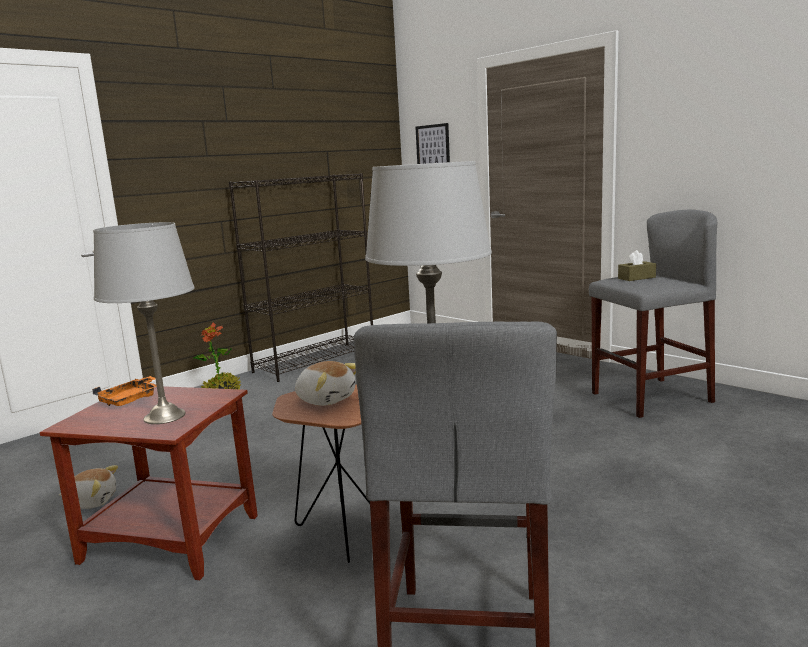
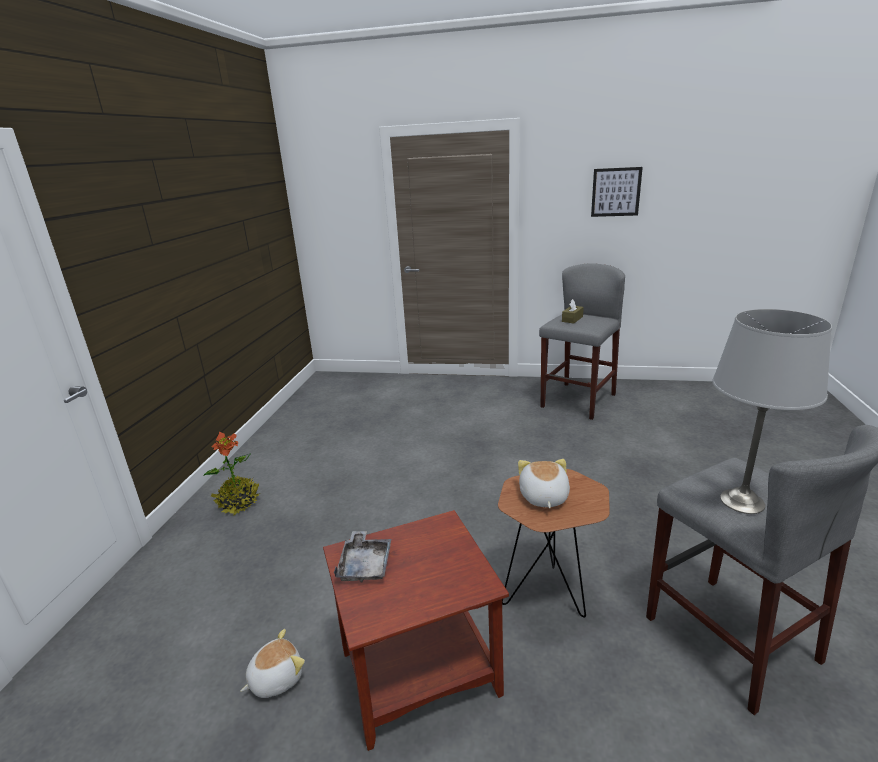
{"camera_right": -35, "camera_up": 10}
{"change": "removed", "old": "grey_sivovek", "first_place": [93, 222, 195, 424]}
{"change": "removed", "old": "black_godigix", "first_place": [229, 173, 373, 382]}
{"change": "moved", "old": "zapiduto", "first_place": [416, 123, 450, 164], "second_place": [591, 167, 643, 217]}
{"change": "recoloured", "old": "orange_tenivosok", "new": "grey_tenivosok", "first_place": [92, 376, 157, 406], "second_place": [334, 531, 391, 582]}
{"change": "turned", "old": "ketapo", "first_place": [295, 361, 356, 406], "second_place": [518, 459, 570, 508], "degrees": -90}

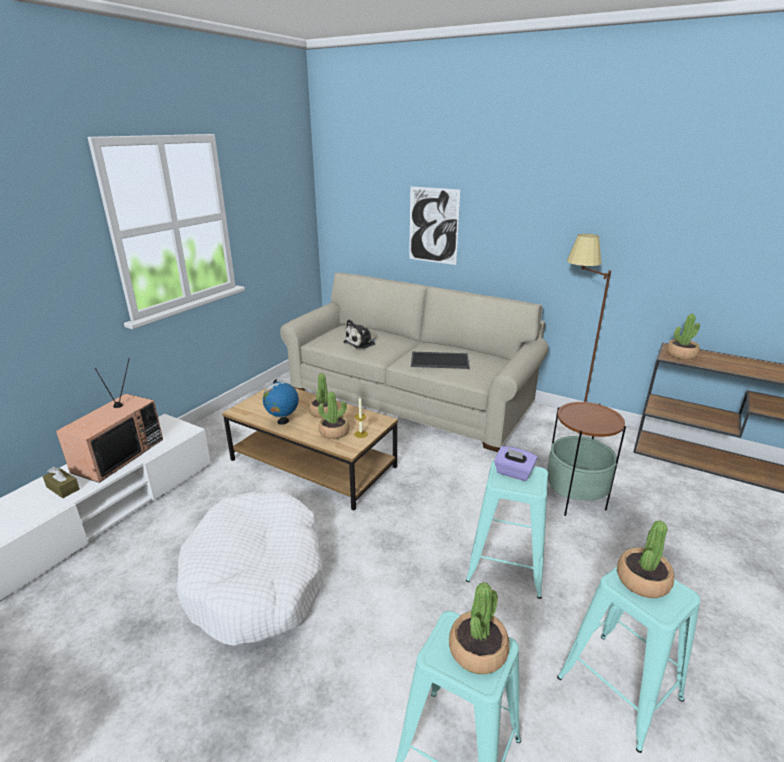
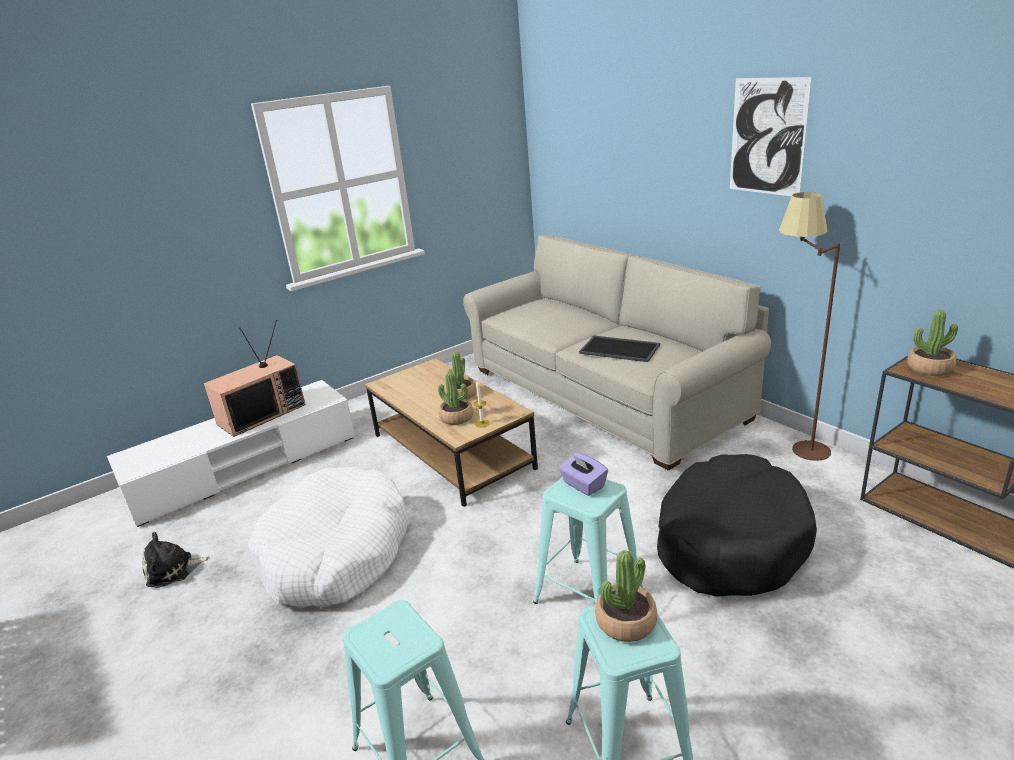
{"camera_right": 25, "camera_up": 0}
{"change": "removed", "old": "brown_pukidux", "first_place": [43, 467, 80, 498]}
{"change": "removed", "old": "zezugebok", "first_place": [263, 379, 299, 425]}
{"change": "removed", "old": "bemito", "first_place": [449, 582, 509, 674]}
{"change": "moved", "old": "ketapo", "first_place": [344, 319, 376, 349], "second_place": [142, 532, 210, 588]}
{"change": "moved", "old": "zapiduto", "first_place": [409, 186, 460, 265], "second_place": [730, 77, 812, 196]}
{"change": "replaced", "old": "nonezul", "new": "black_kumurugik", "first_place": [547, 402, 626, 516], "second_place": [657, 454, 817, 597]}

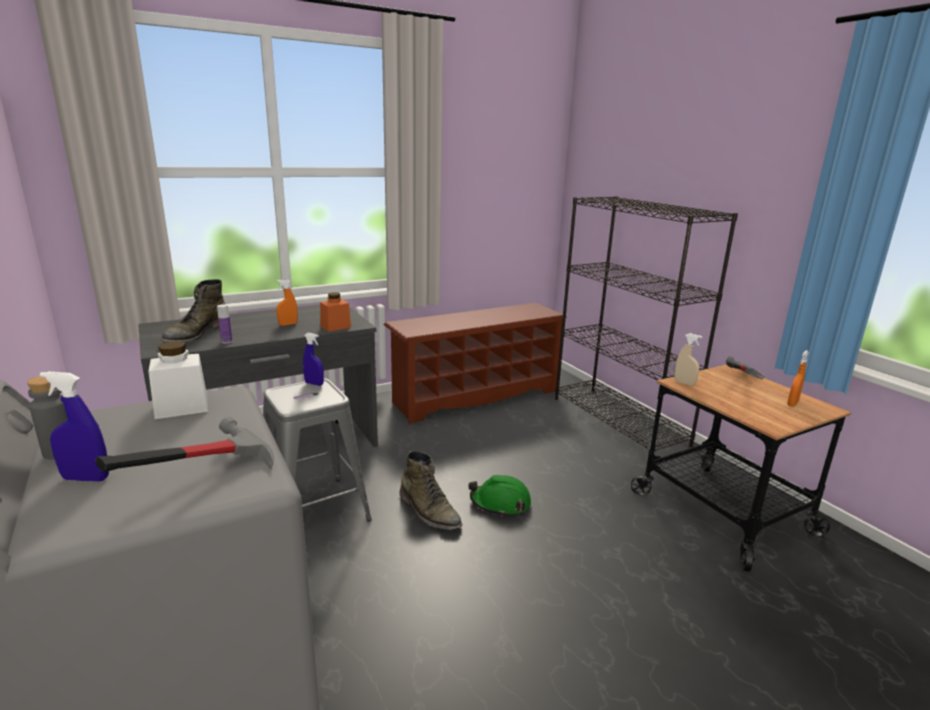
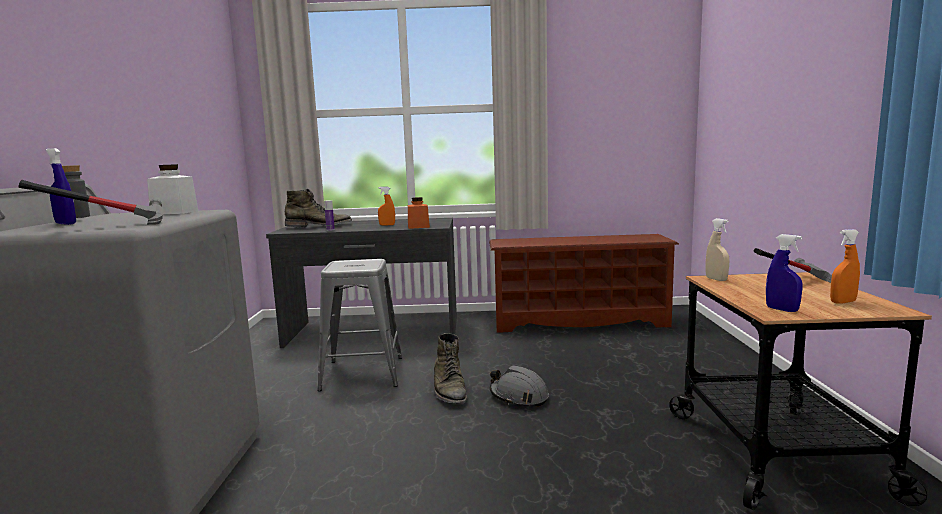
{"camera_right": 30, "camera_up": -10}
{"change": "removed", "old": "black_godigix", "first_place": [555, 196, 738, 452]}
{"change": "moved", "old": "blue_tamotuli", "first_place": [303, 333, 324, 386], "second_place": [766, 234, 803, 312]}
{"change": "recoloured", "old": "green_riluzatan", "new": "grey_riluzatan", "first_place": [469, 475, 531, 516], "second_place": [490, 366, 549, 407]}
{"change": "turned", "old": "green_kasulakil", "first_place": [161, 279, 225, 343], "second_place": [285, 189, 352, 227], "degrees": -150}

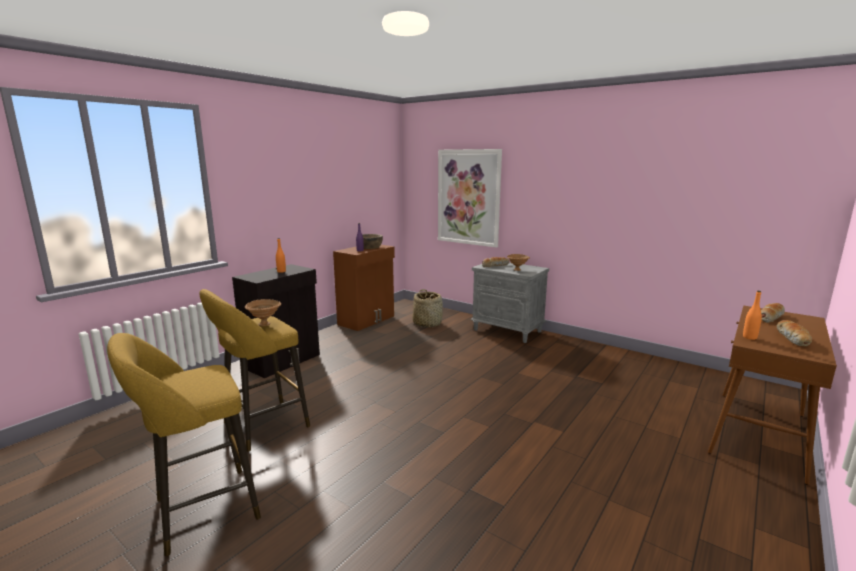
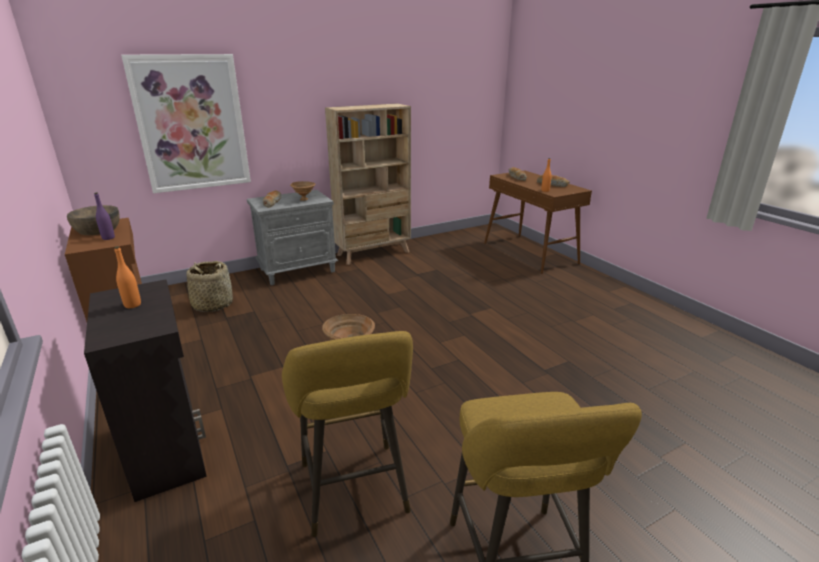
{"camera_right": -65, "camera_up": 10}
{"change": "added", "new": "beige_godigix", "second_place": [325, 103, 411, 265]}

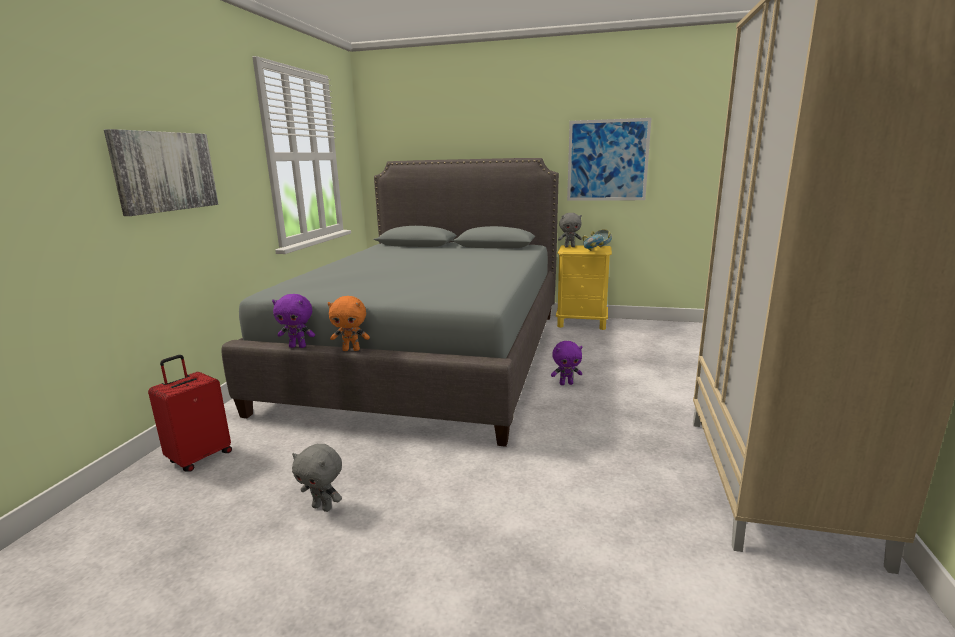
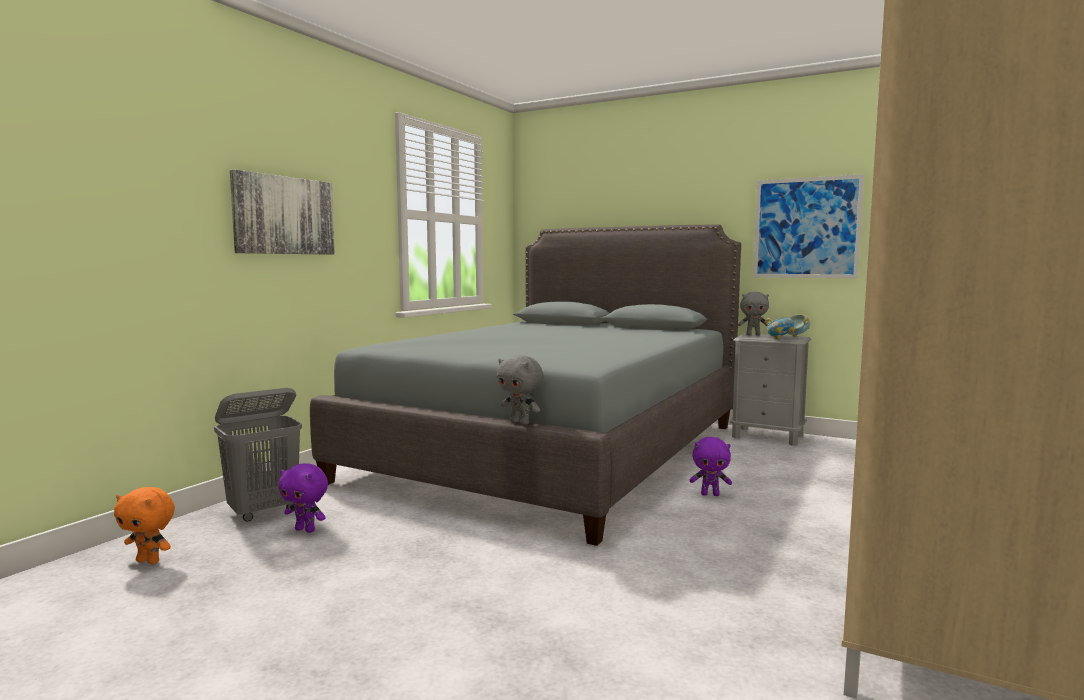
{"camera_right": 15, "camera_up": -10}
{"change": "moved", "old": "purple_ketapo", "first_place": [272, 294, 315, 348], "second_place": [278, 463, 328, 533]}
{"change": "moved", "old": "grey_ketapo", "first_place": [292, 444, 342, 512], "second_place": [497, 355, 544, 425]}
{"change": "moved", "old": "orange_ketapo", "first_place": [328, 296, 370, 351], "second_place": [114, 487, 175, 564]}
{"change": "replaced", "old": "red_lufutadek", "new": "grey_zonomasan", "first_place": [148, 355, 232, 472], "second_place": [214, 388, 302, 522]}
{"change": "recoloured", "old": "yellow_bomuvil", "new": "grey_bomuvil", "first_place": [556, 245, 612, 330], "second_place": [730, 333, 811, 446]}

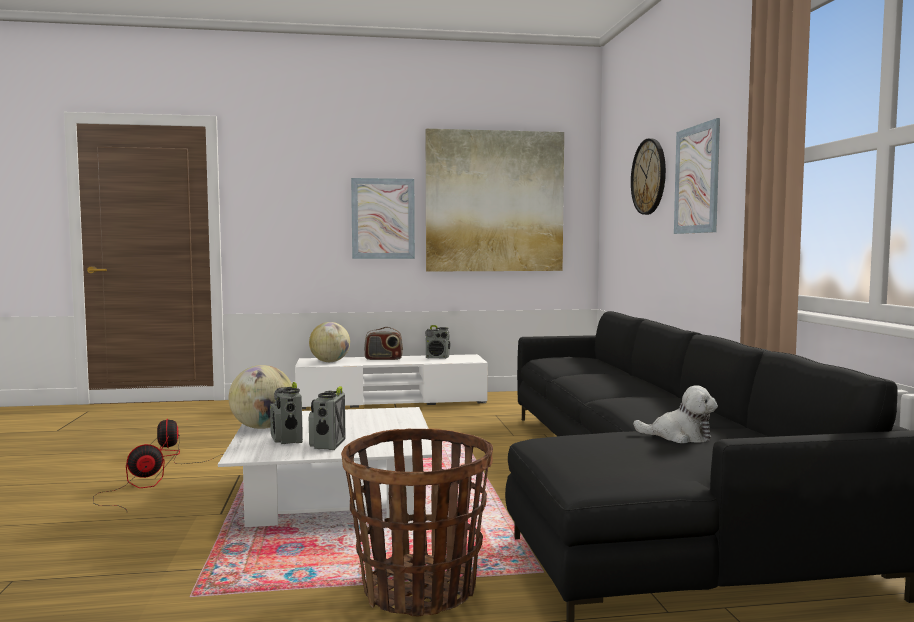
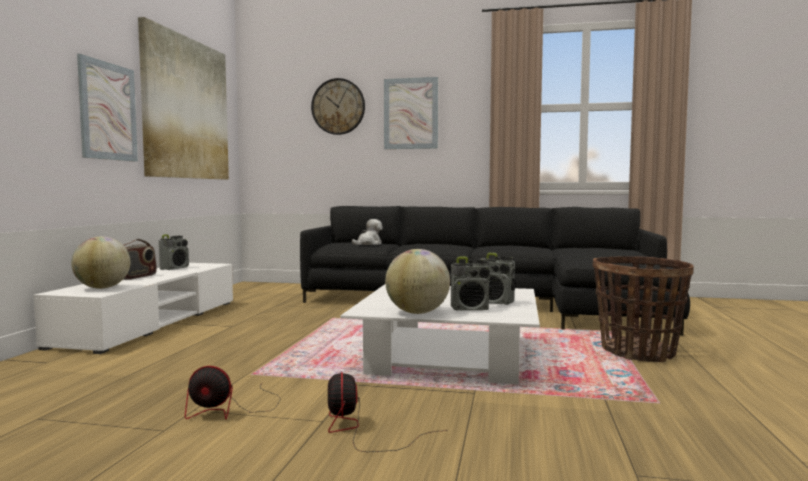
{"camera_right": -70, "camera_up": 0}
{"change": "moved", "old": "ketapo", "first_place": [633, 385, 718, 443], "second_place": [352, 219, 383, 245]}

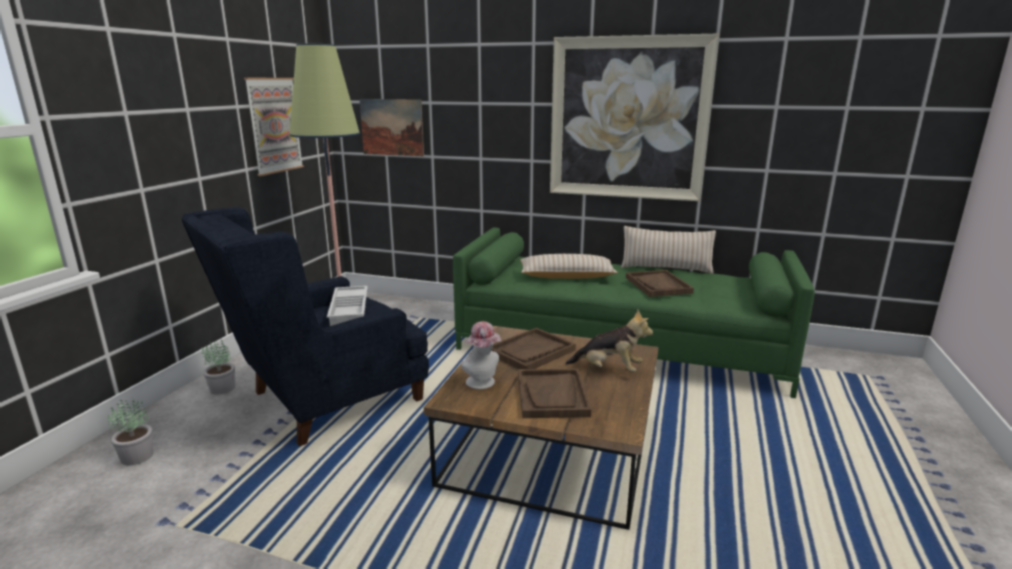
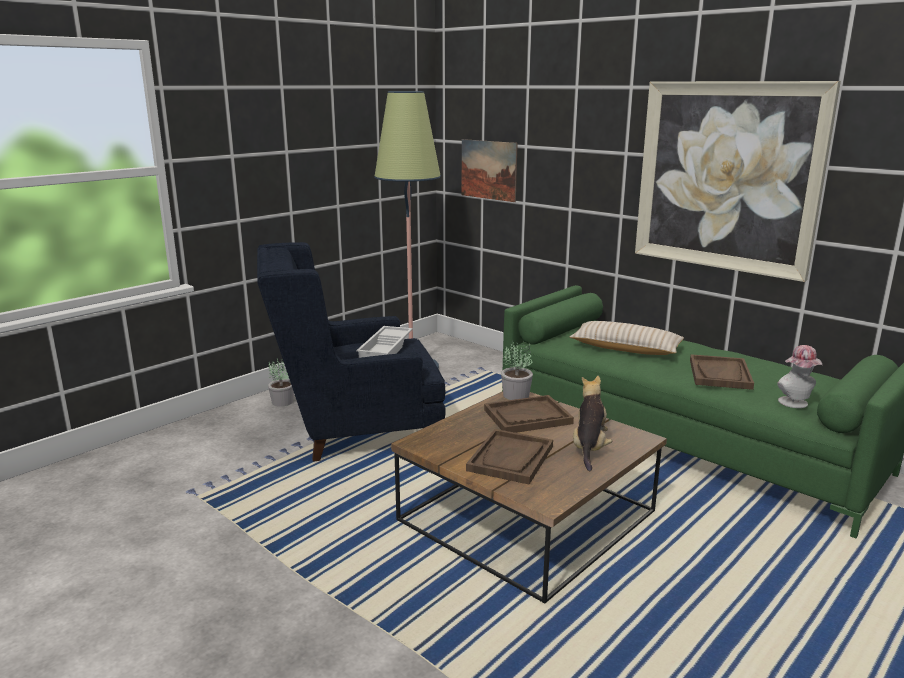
{"camera_right": 25, "camera_up": 0}
{"change": "removed", "old": "zapiduto", "first_place": [244, 78, 304, 176]}
{"change": "removed", "old": "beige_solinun", "first_place": [621, 226, 716, 274]}
{"change": "moved", "old": "bemito", "first_place": [107, 400, 154, 465], "second_place": [501, 341, 533, 400]}
{"change": "moved", "old": "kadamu", "first_place": [461, 321, 501, 389], "second_place": [777, 345, 823, 408]}
{"change": "turned", "old": "ketapo", "first_place": [565, 310, 653, 372], "second_place": [573, 376, 612, 471], "degrees": -120}

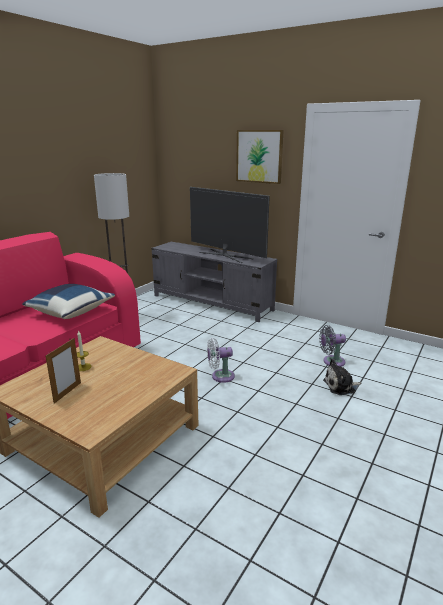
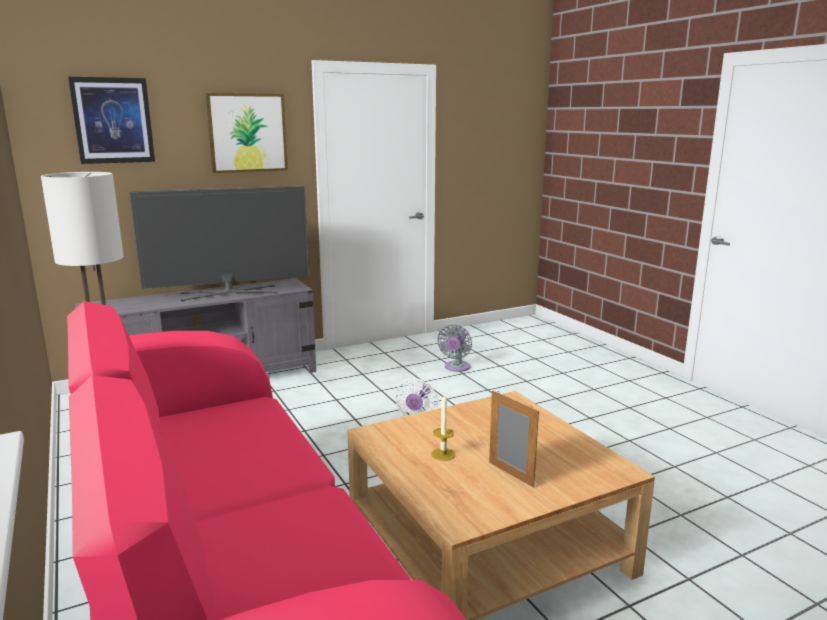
{"camera_right": -60, "camera_up": -5}
{"change": "removed", "old": "blue_solinun", "first_place": [22, 284, 115, 319]}
{"change": "removed", "old": "ketapo", "first_place": [323, 359, 362, 395]}
{"change": "added", "new": "zapiduto", "second_place": [68, 77, 155, 164]}

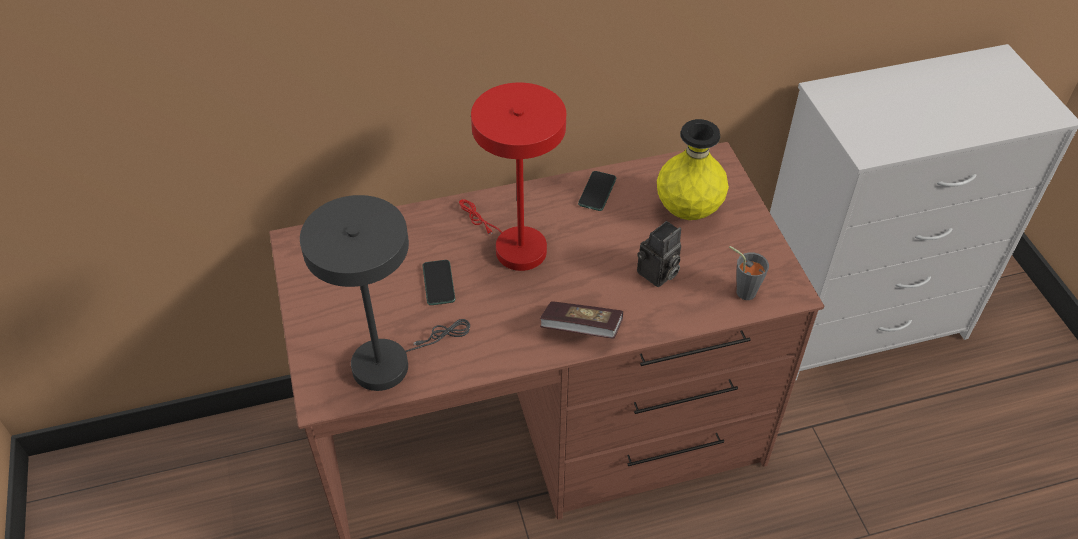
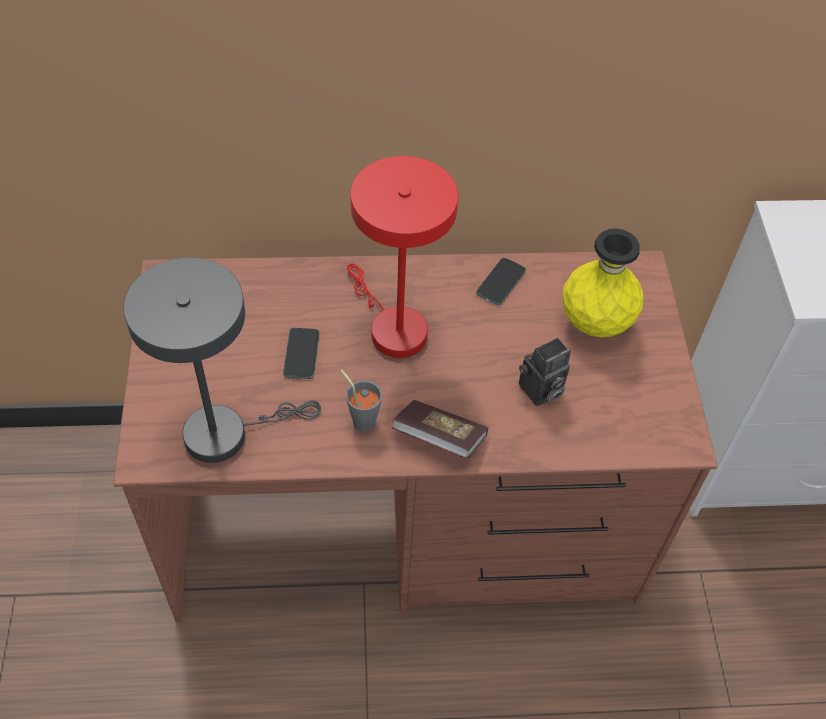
{"camera_right": 10, "camera_up": 5}
{"change": "moved", "old": "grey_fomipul", "first_place": [729, 246, 769, 300], "second_place": [341, 370, 382, 432]}

